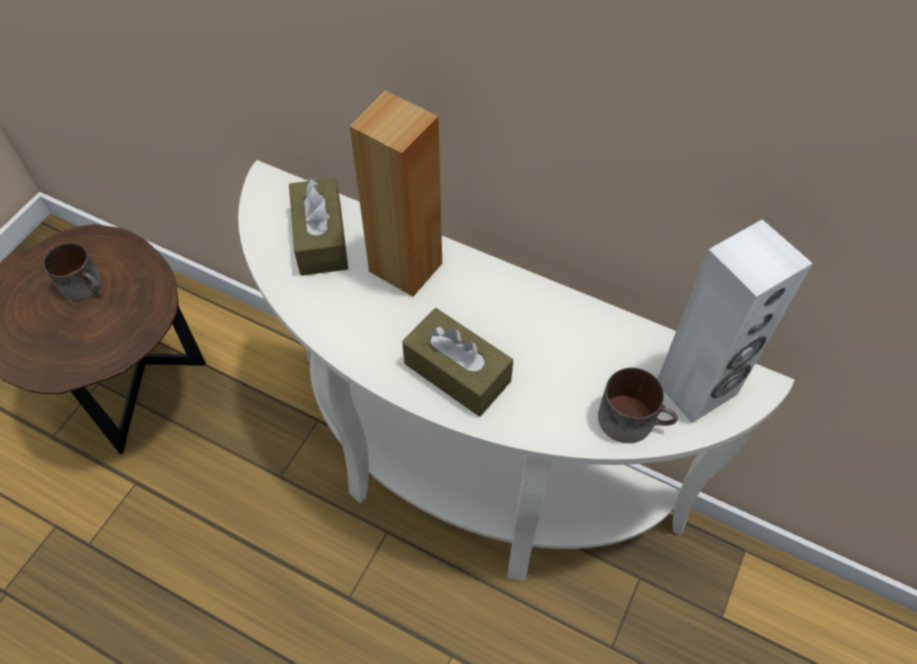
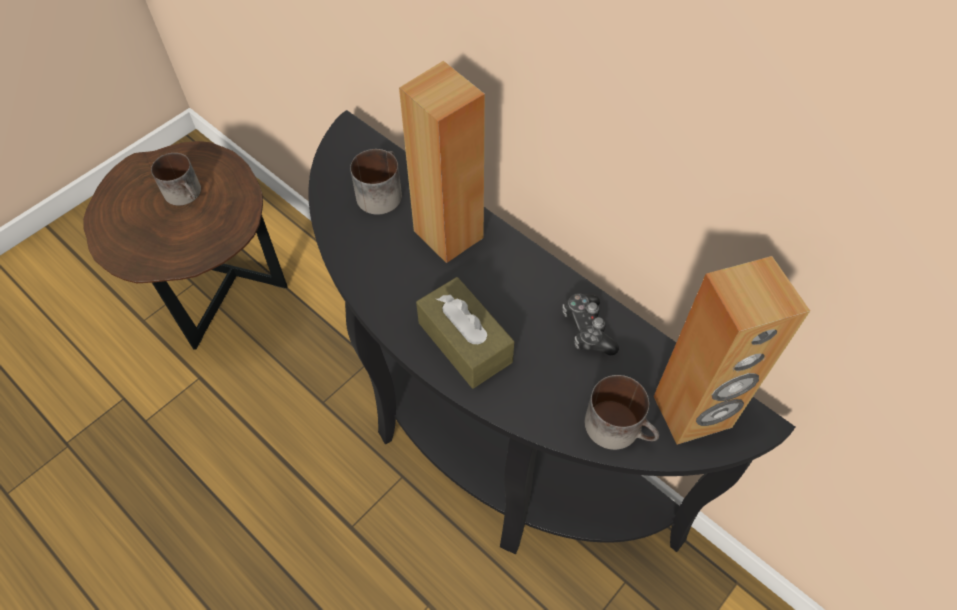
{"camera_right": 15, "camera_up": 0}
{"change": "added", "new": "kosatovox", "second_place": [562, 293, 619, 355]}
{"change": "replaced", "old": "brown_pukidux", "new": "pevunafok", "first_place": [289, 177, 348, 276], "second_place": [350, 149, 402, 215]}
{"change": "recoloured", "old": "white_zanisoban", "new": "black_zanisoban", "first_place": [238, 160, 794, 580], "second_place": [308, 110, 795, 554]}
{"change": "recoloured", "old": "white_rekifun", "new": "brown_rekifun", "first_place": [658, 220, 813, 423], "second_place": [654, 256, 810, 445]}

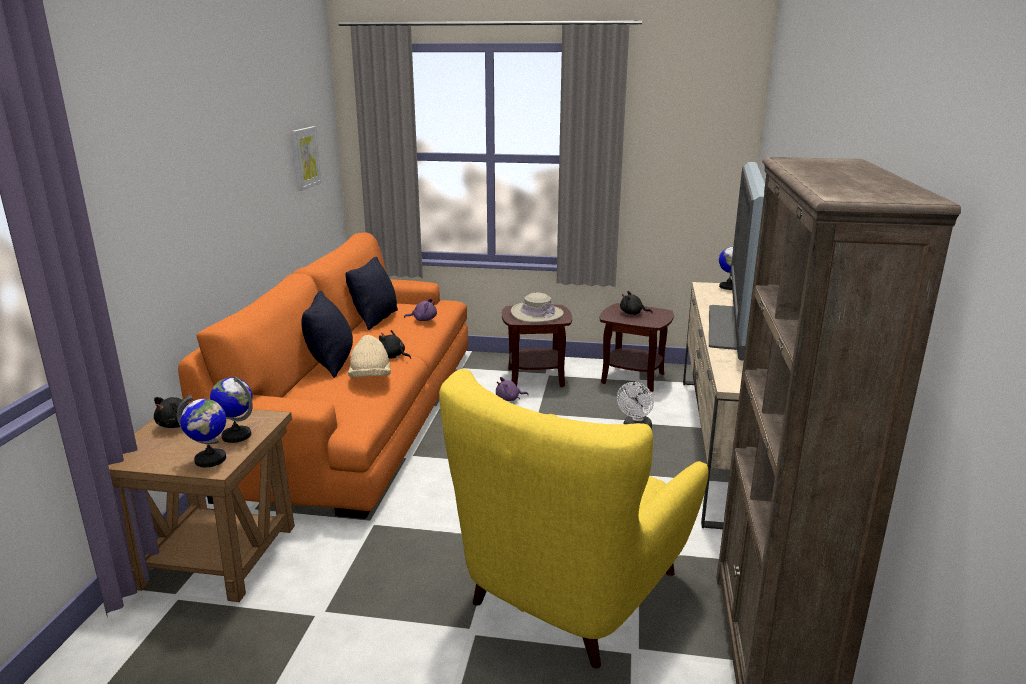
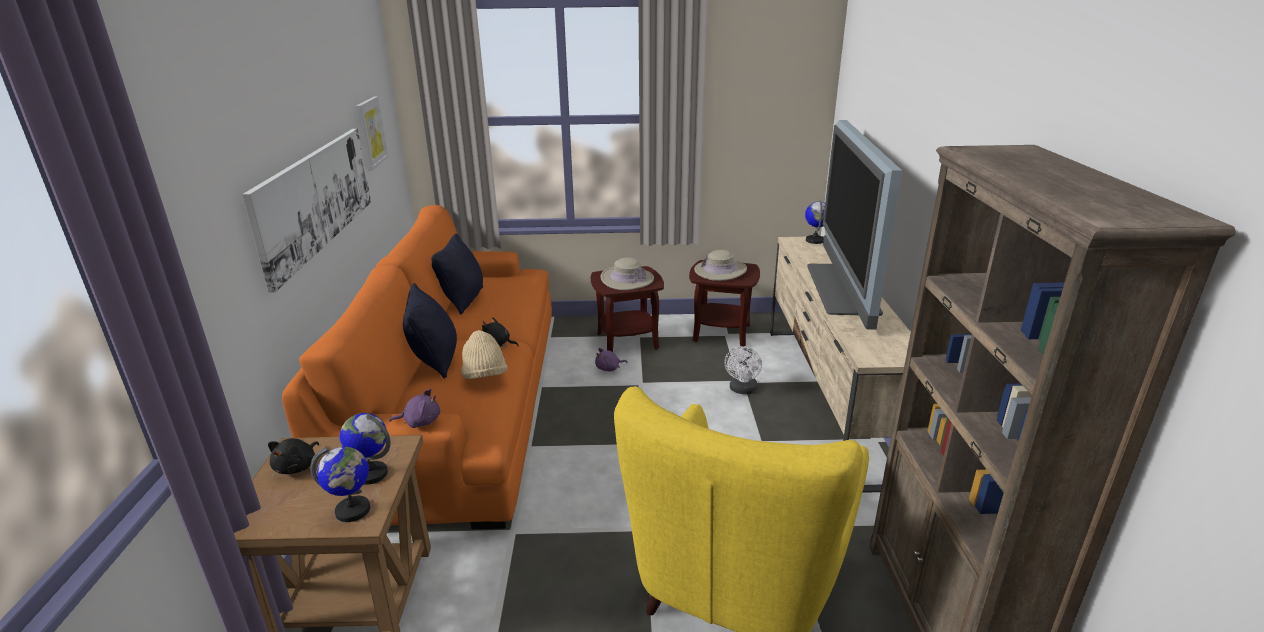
{"camera_right": -10, "camera_up": 5}
{"change": "added", "new": "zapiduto", "second_place": [242, 129, 371, 293]}
{"change": "moved", "old": "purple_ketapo", "first_place": [404, 298, 437, 321], "second_place": [389, 389, 440, 428]}
{"change": "replaced", "old": "black_ketapo", "new": "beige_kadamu", "first_place": [620, 291, 653, 315], "second_place": [694, 250, 747, 281]}

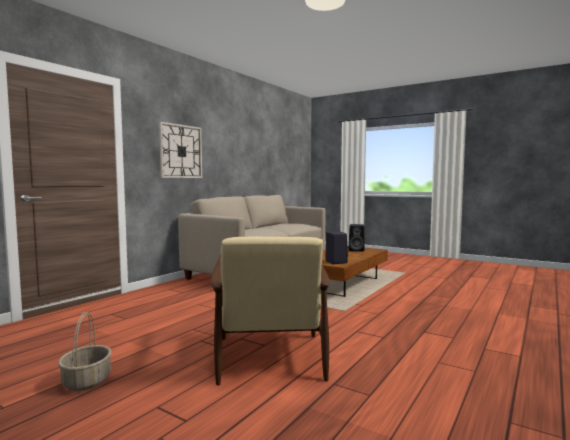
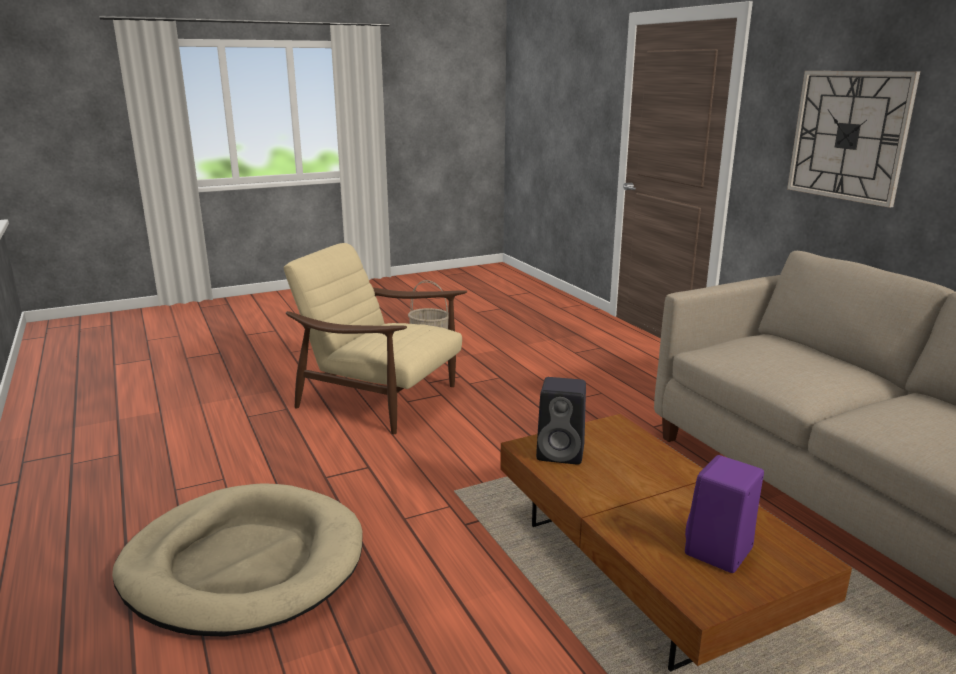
{"camera_right": 120, "camera_up": 15}
{"change": "added", "new": "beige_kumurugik", "second_place": [112, 483, 362, 636]}
{"change": "recoloured", "old": "black_rekifun", "new": "purple_rekifun", "first_place": [349, 224, 365, 251], "second_place": [685, 455, 764, 573]}

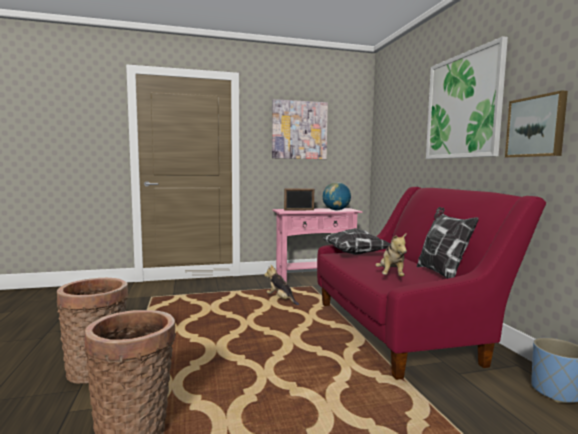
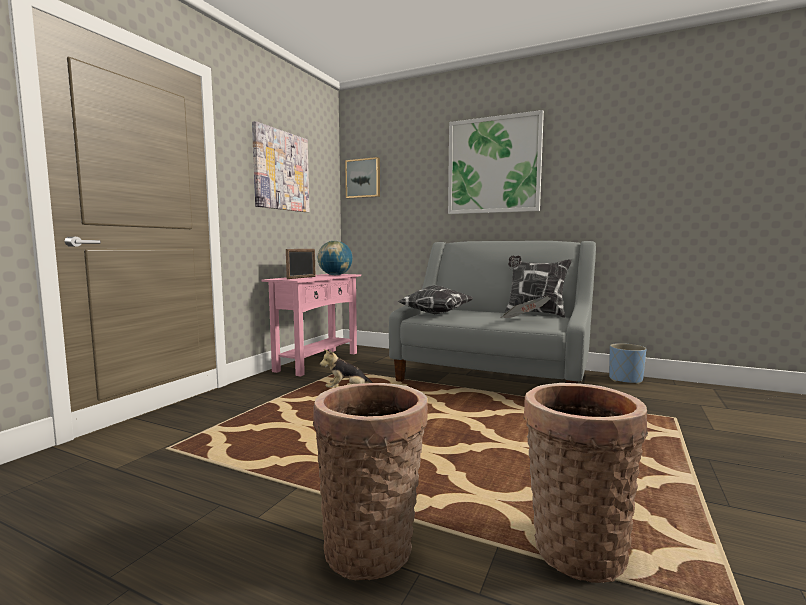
{"camera_right": -50, "camera_up": 0}
{"change": "moved", "old": "zapiduto", "first_place": [505, 90, 568, 158], "second_place": [345, 157, 380, 198]}
{"change": "replaced", "old": "ketapo", "new": "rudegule", "first_place": [376, 233, 407, 277], "second_place": [500, 296, 551, 318]}
{"change": "recoloured", "old": "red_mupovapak", "new": "grey_mupovapak", "first_place": [317, 187, 546, 380], "second_place": [389, 241, 596, 383]}

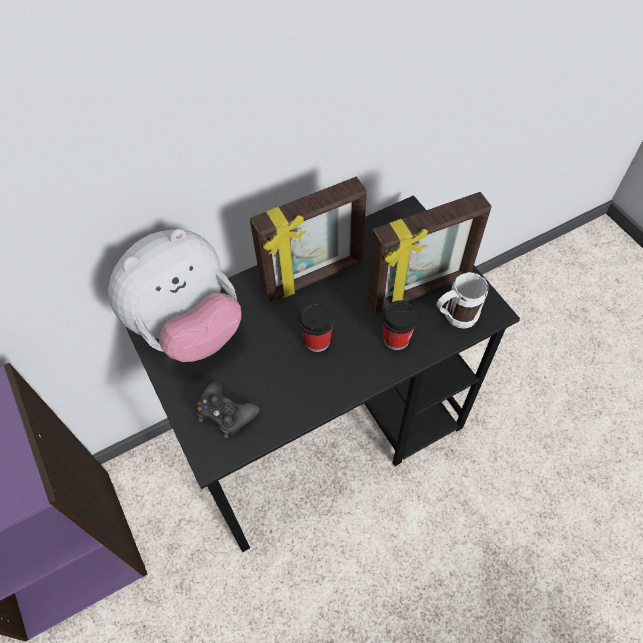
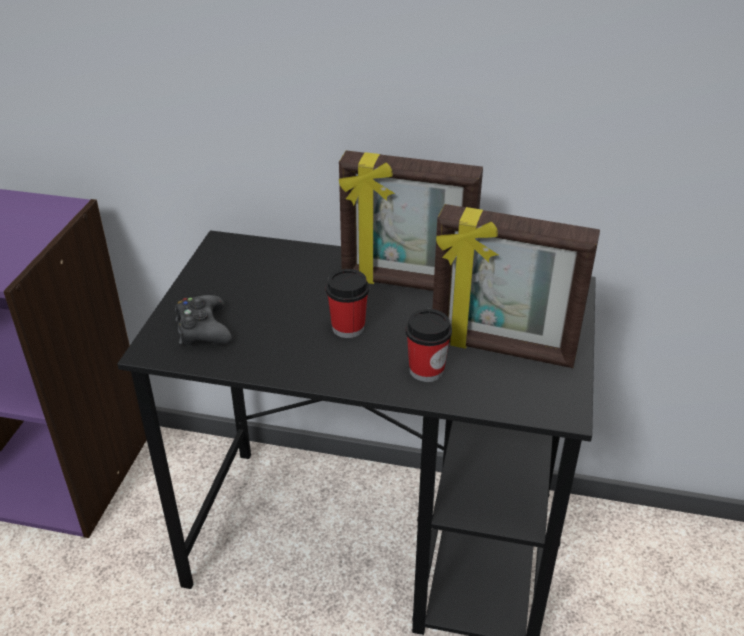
{"camera_right": 40, "camera_up": -20}
{"change": "removed", "old": "ketapo", "first_place": [108, 229, 241, 362]}
{"change": "removed", "old": "white_pevunafok", "first_place": [437, 272, 488, 328]}

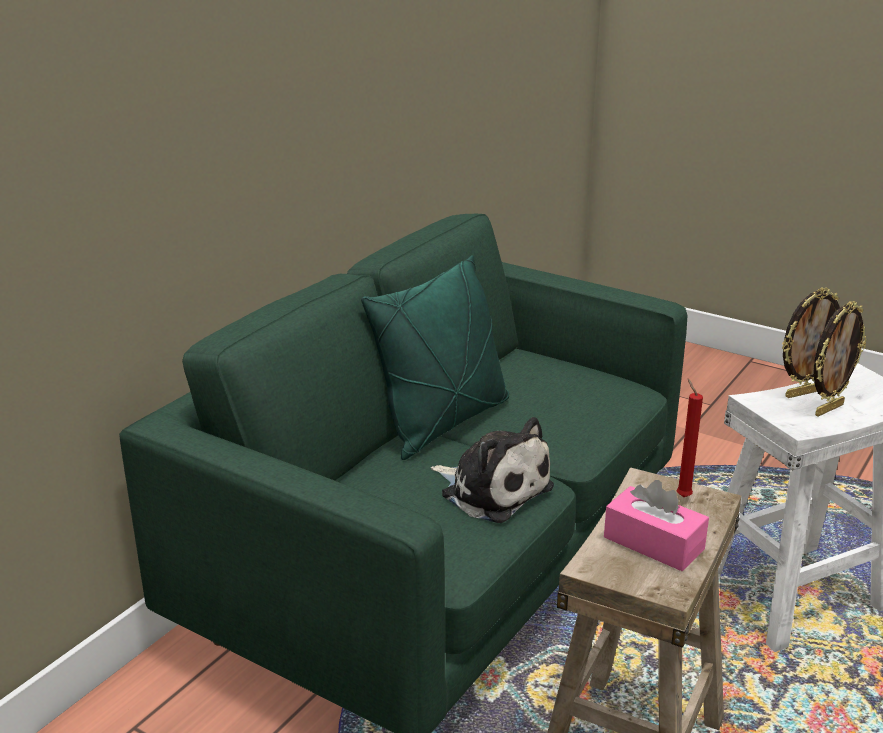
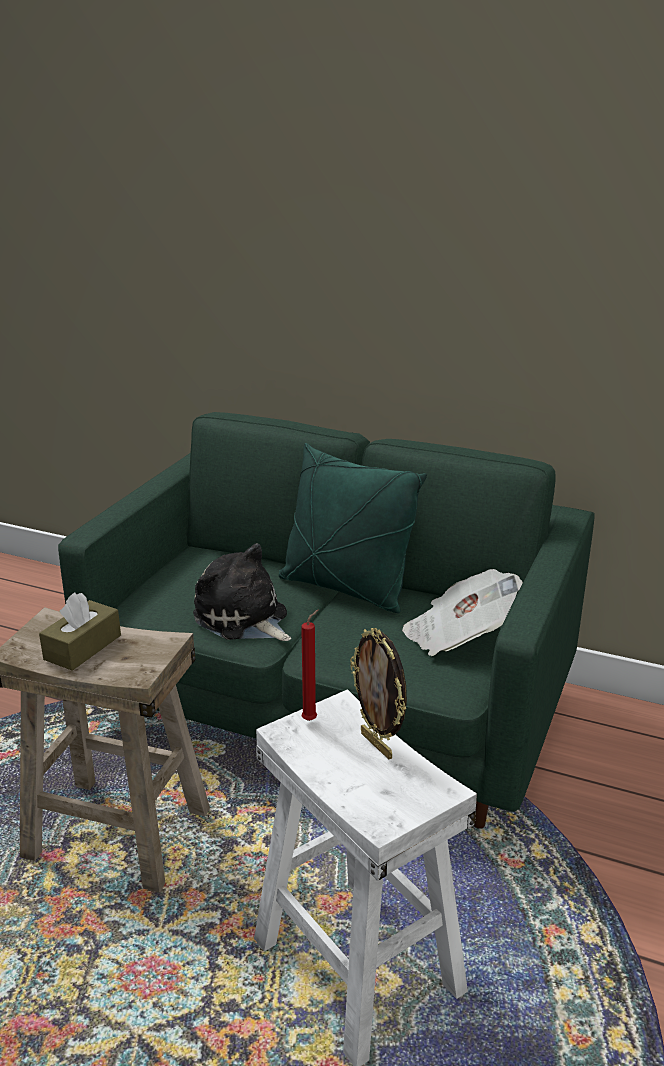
{"camera_right": 80, "camera_up": 0}
{"change": "removed", "old": "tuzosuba", "first_place": [814, 301, 866, 416]}
{"change": "added", "new": "rudegule", "second_place": [402, 569, 523, 656]}
{"change": "moved", "old": "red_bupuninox", "first_place": [677, 379, 703, 497], "second_place": [301, 609, 319, 721]}
{"change": "recoloured", "old": "pink_pukidux", "new": "brown_pukidux", "first_place": [604, 480, 709, 571], "second_place": [39, 592, 121, 671]}
{"change": "turned", "old": "ketapo", "first_place": [431, 417, 554, 523], "second_place": [193, 543, 291, 641], "degrees": 105}

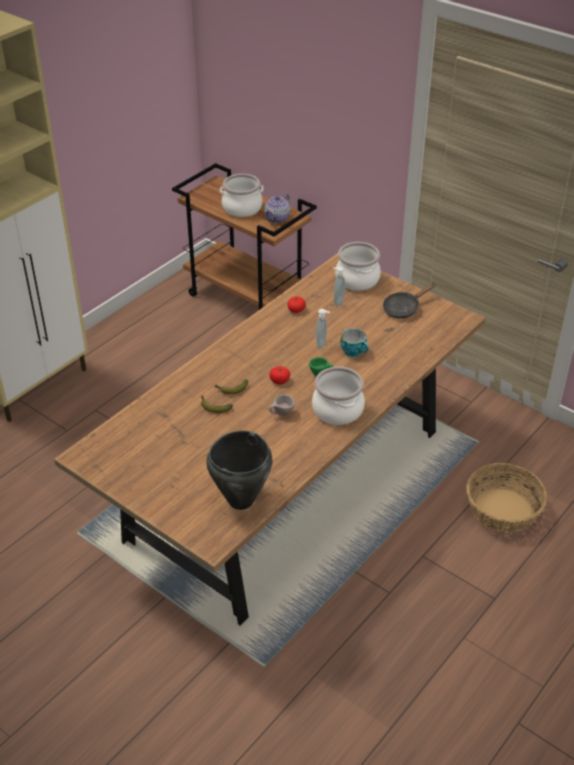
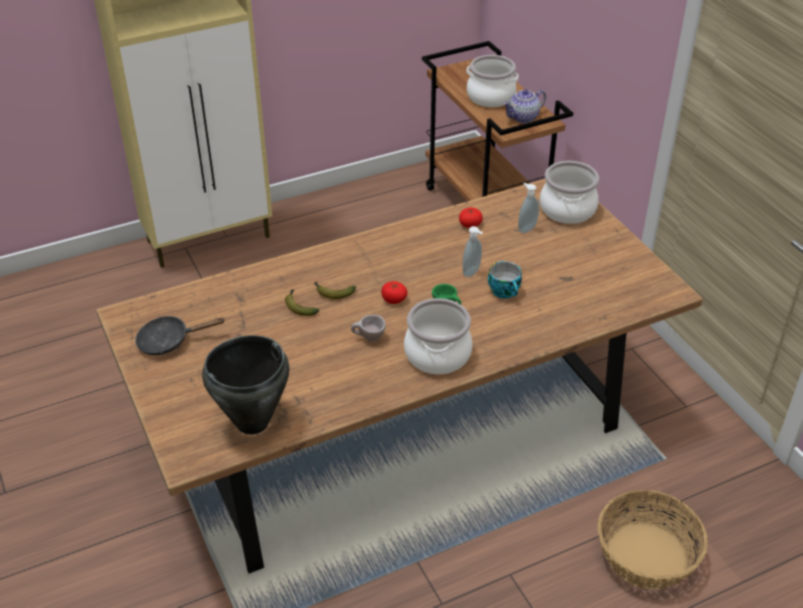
{"camera_right": 25, "camera_up": 0}
{"change": "moved", "old": "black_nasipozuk", "first_place": [383, 283, 436, 318], "second_place": [135, 316, 225, 355]}

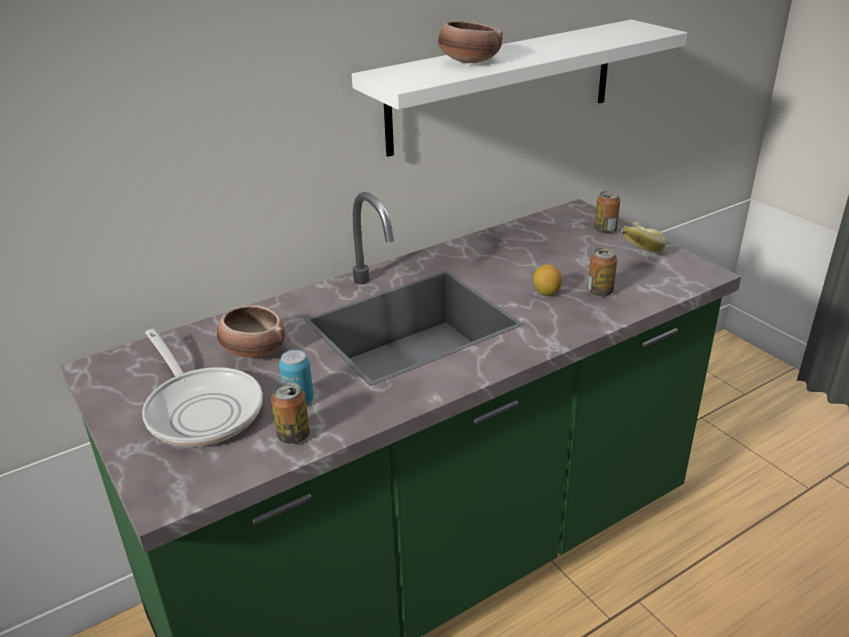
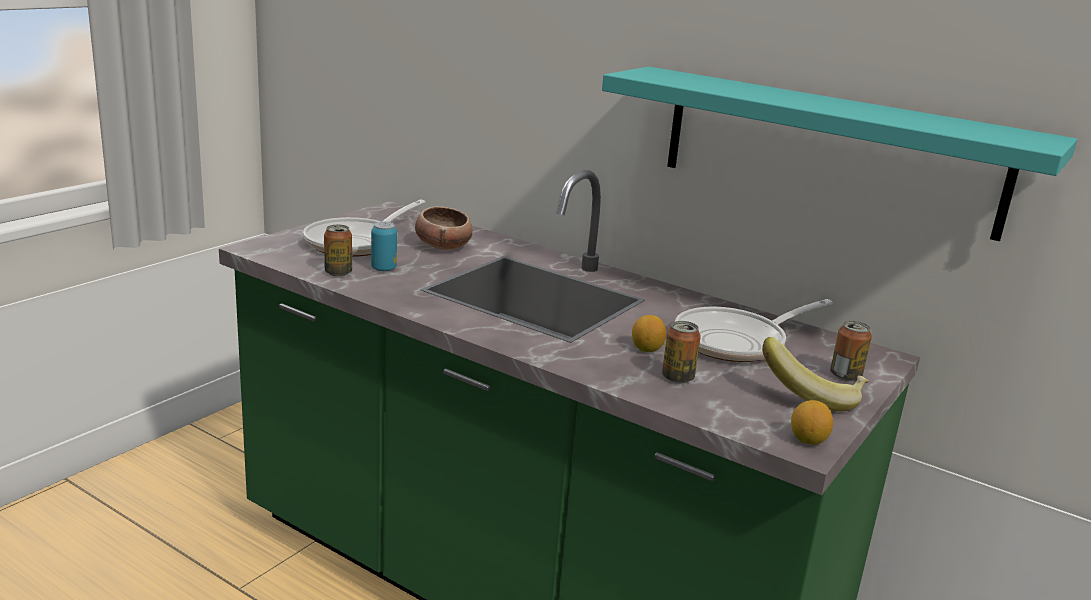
{"camera_right": 65, "camera_up": -10}
{"change": "removed", "old": "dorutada", "first_place": [438, 21, 502, 63]}
{"change": "added", "new": "nasipozuk", "second_place": [675, 299, 833, 362]}
{"change": "added", "new": "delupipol", "second_place": [791, 400, 833, 445]}
{"change": "recoloured", "old": "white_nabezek", "new": "turquoise_nabezek", "first_place": [352, 20, 687, 157], "second_place": [602, 67, 1078, 241]}

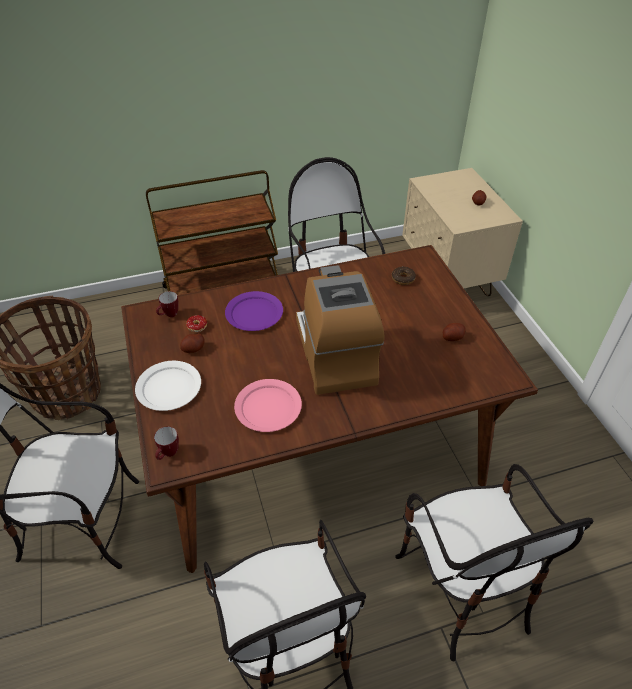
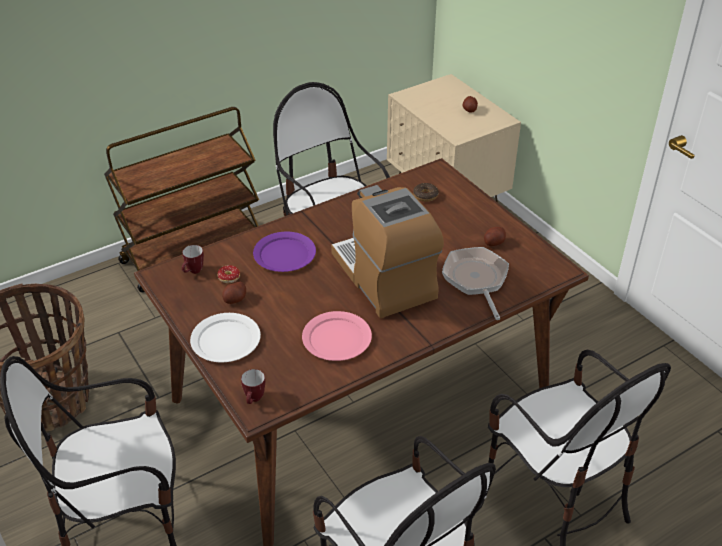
{"camera_right": -15, "camera_up": -5}
{"change": "added", "new": "nasipozuk", "second_place": [442, 247, 509, 320]}

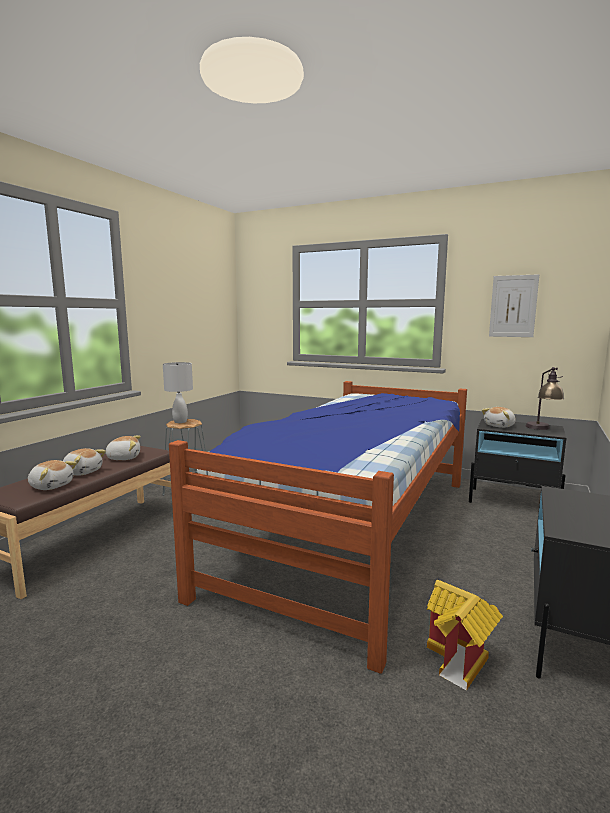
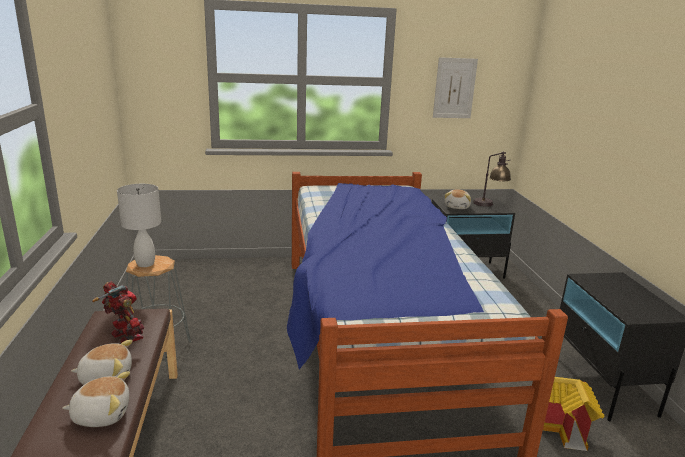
{"camera_right": -35, "camera_up": 10}
{"change": "replaced", "old": "ketapo", "new": "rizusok", "first_place": [105, 435, 141, 460], "second_place": [92, 281, 144, 343]}

